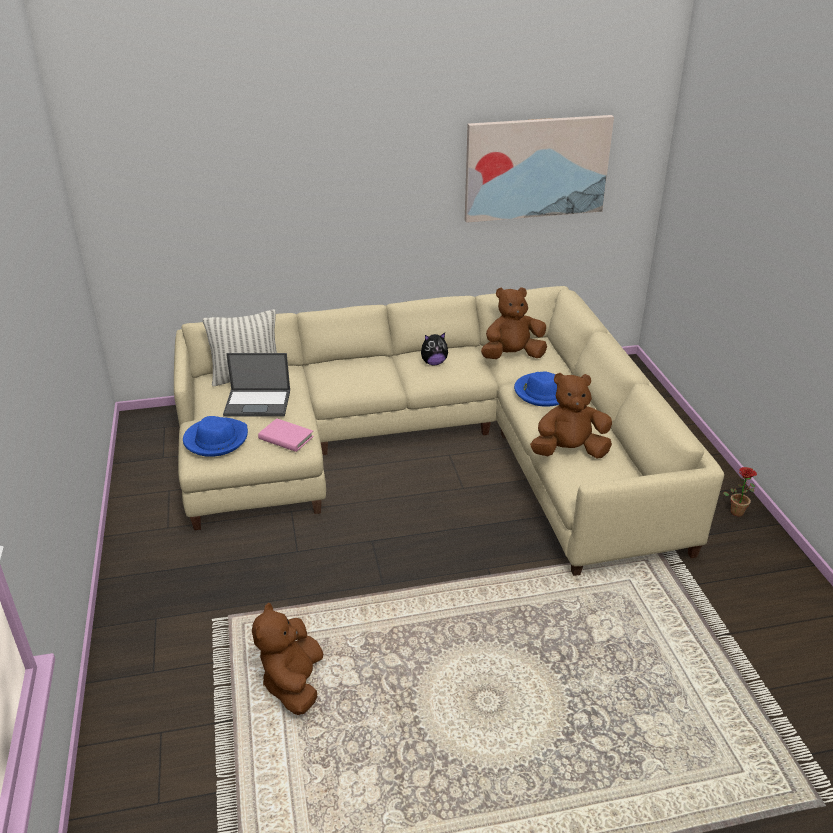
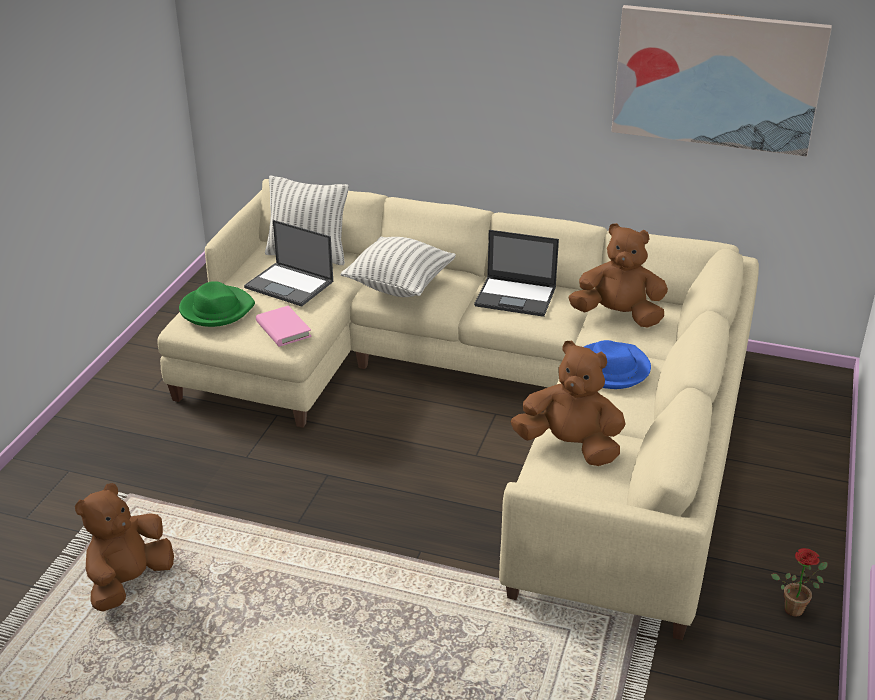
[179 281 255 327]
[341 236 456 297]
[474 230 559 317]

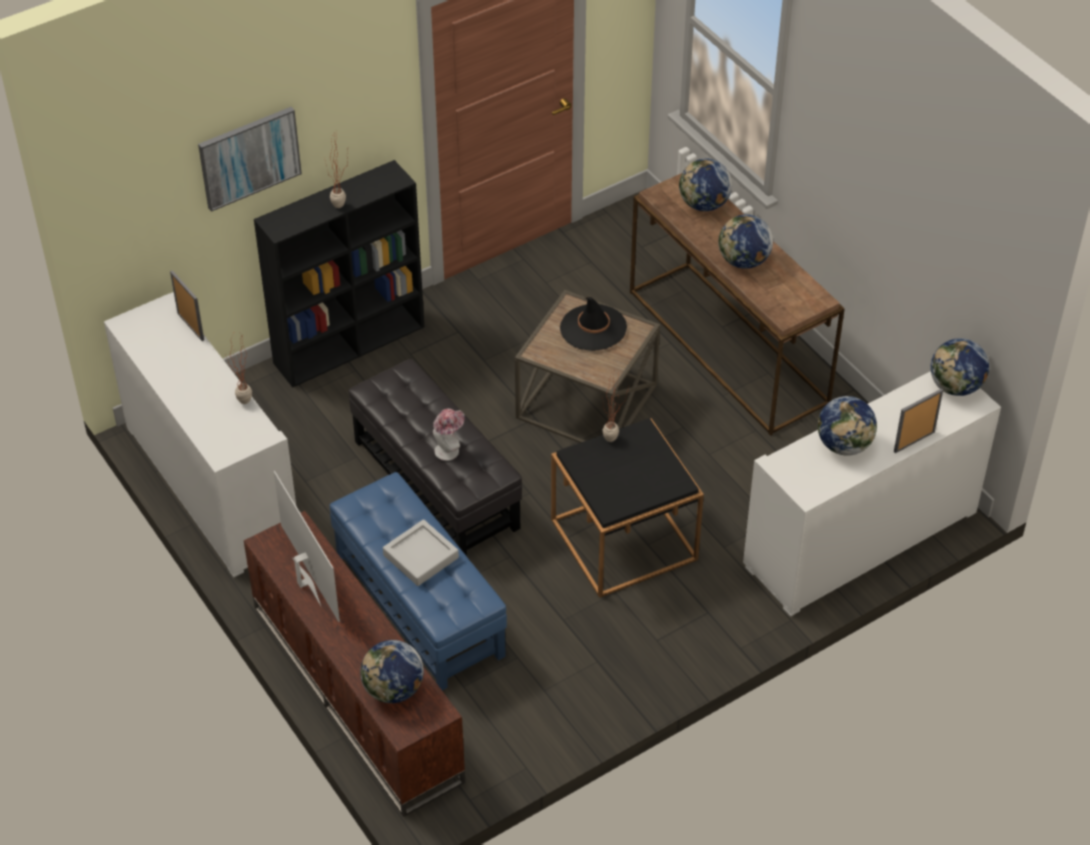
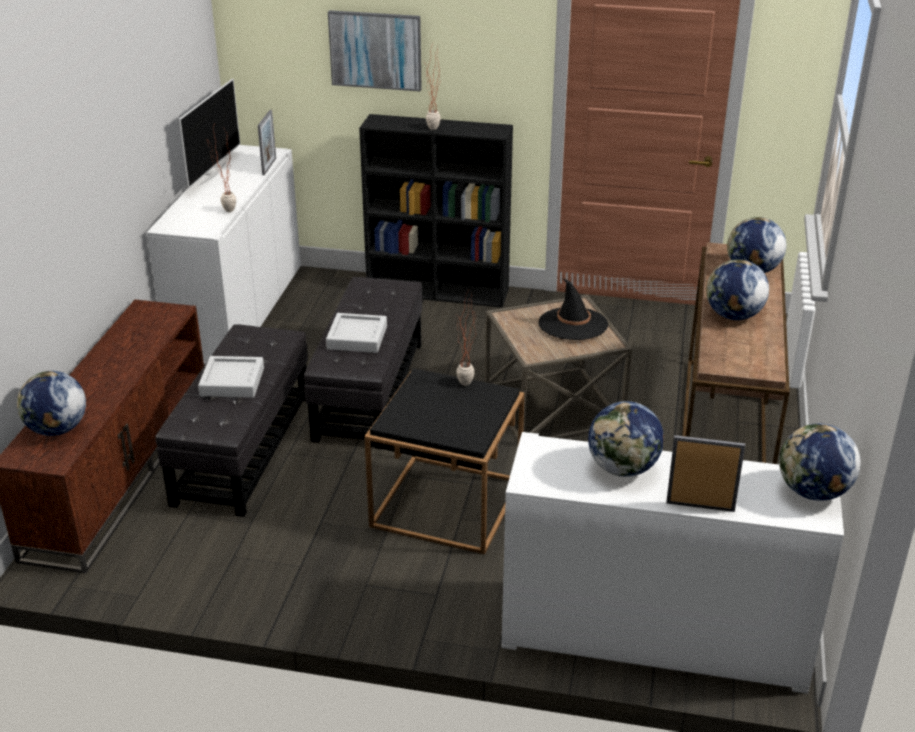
[155 324 308 517]
[179 78 240 188]
[326 313 387 353]

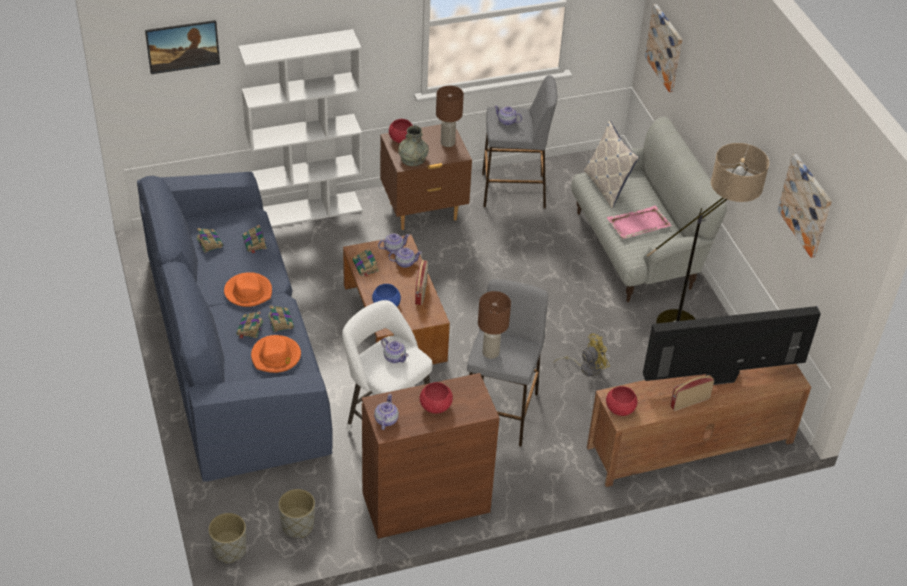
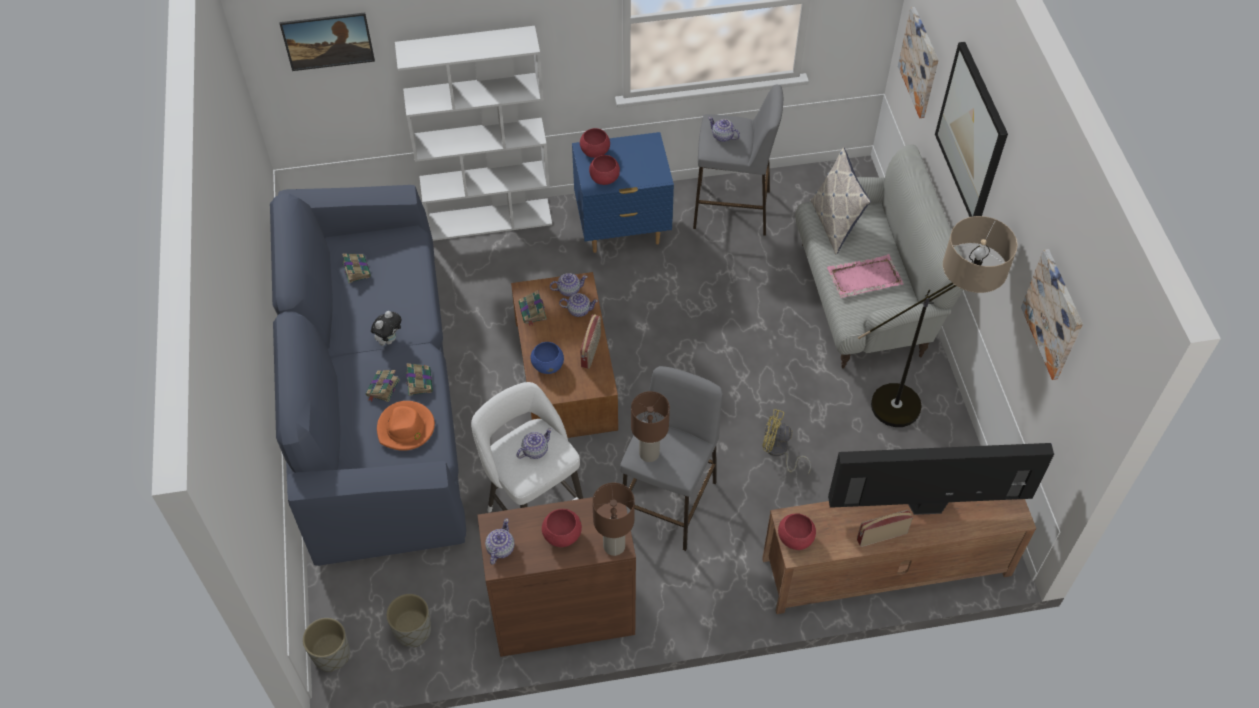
[371 311 402 346]
[517 428 552 459]
[572 132 674 253]
[589 155 620 185]
[592 483 635 556]
[762 409 811 474]
[935 42 1008 217]
[243 225 267 254] (first image)

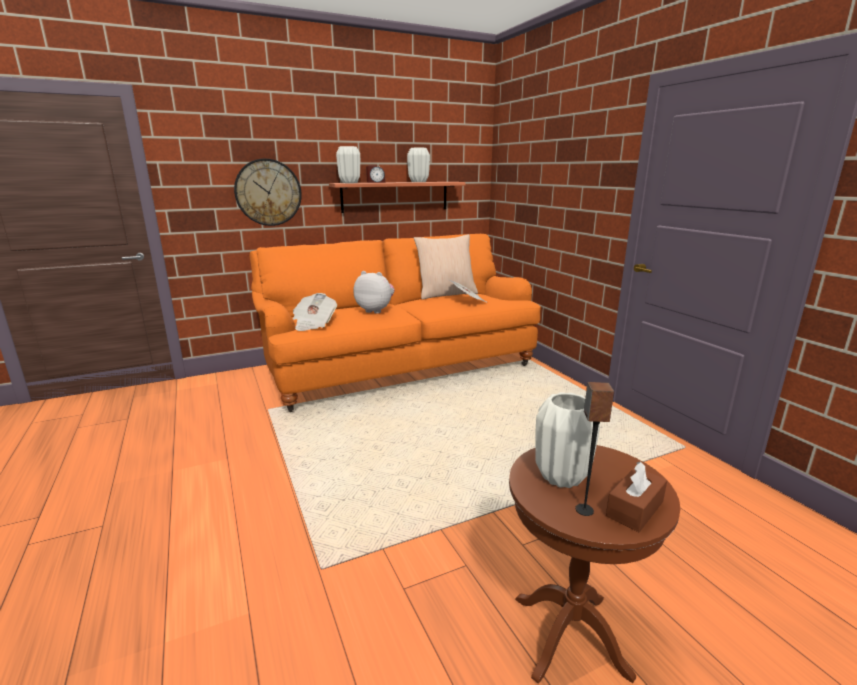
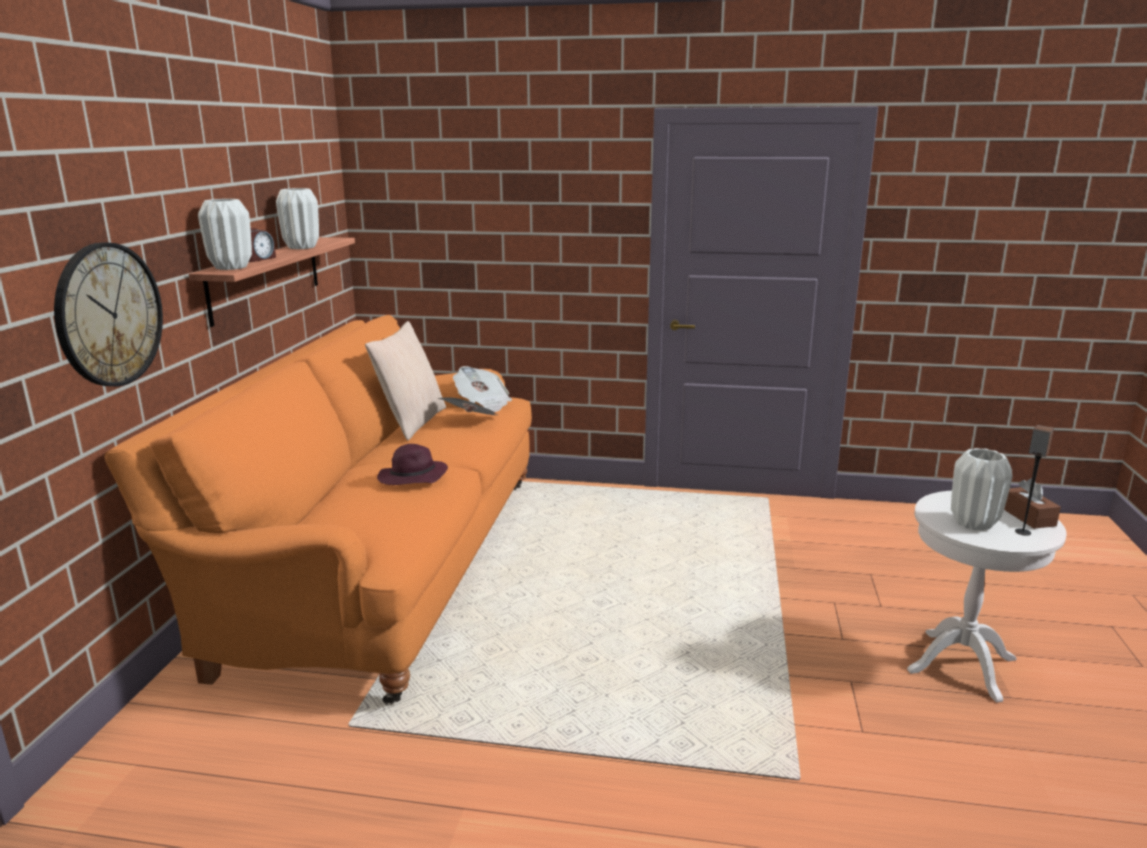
[377 444 448 485]
[453 366 512 412]
[907 491 1067 703]

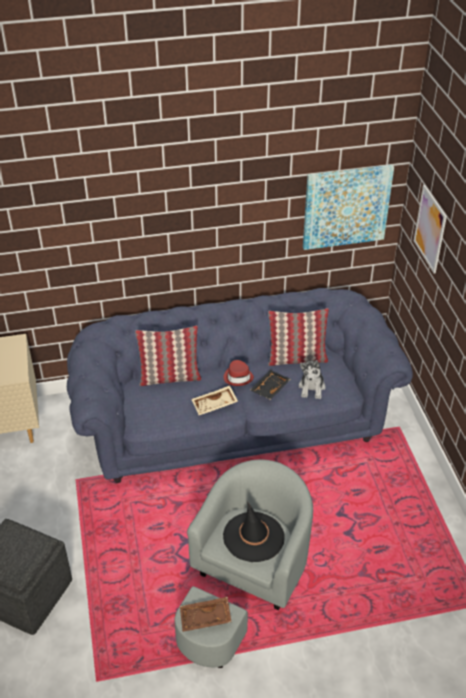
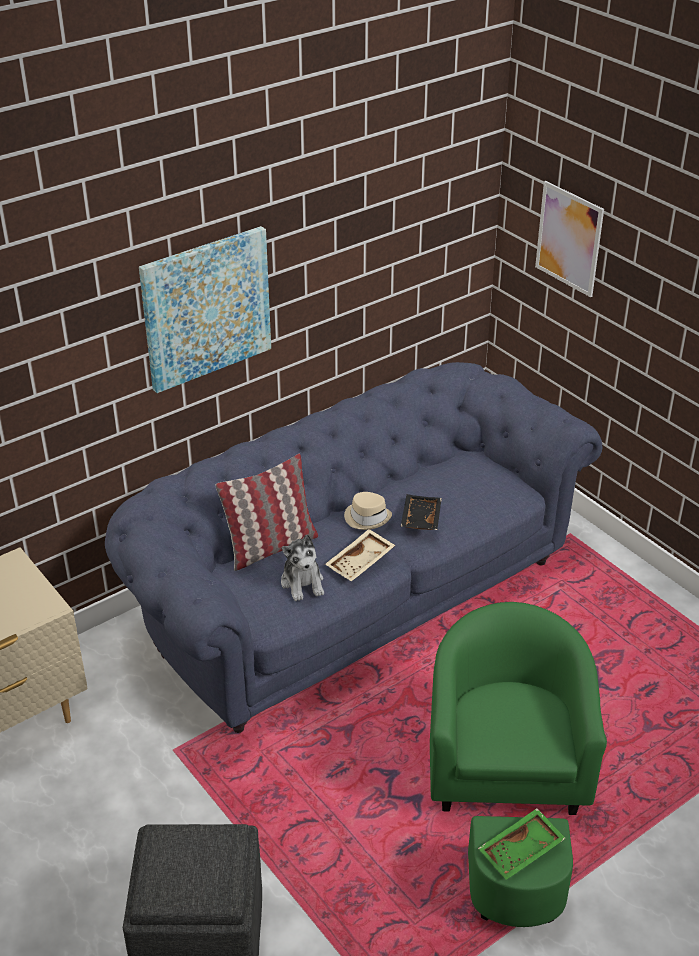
[139 226 271 393]
[281 534 324 601]
[344 492 392 530]
[430 602 607 927]
[478 808 566 880]
[223 501 284 562] (first image)
[268 308 329 366] (first image)

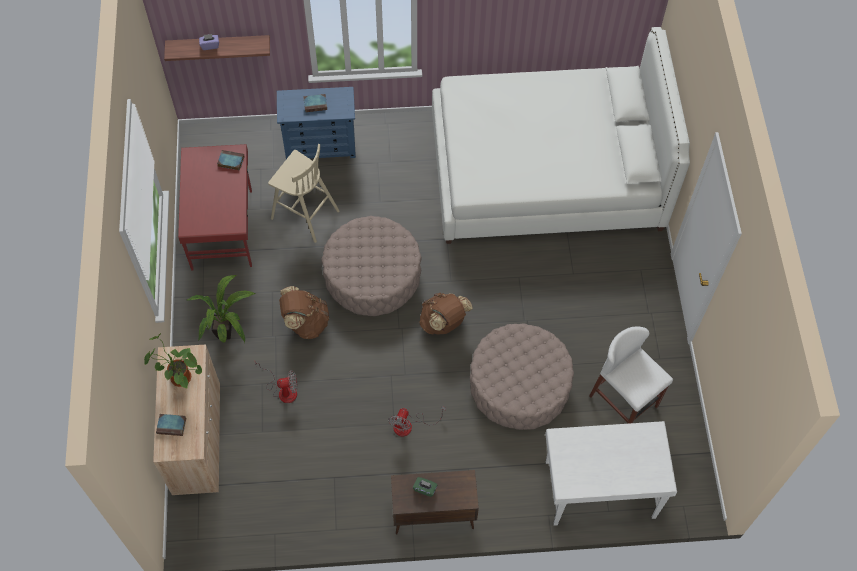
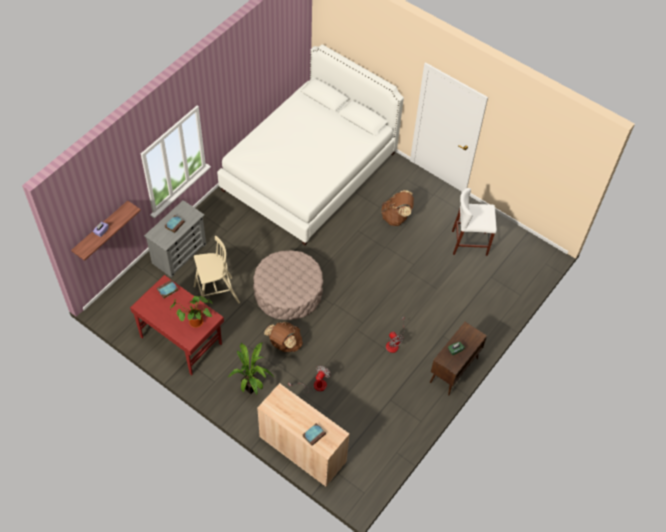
[144 200 206 278]
[170 296 213 328]
[382 190 414 226]
[470 324 574 430] (first image)
[545 421 677 526] (first image)

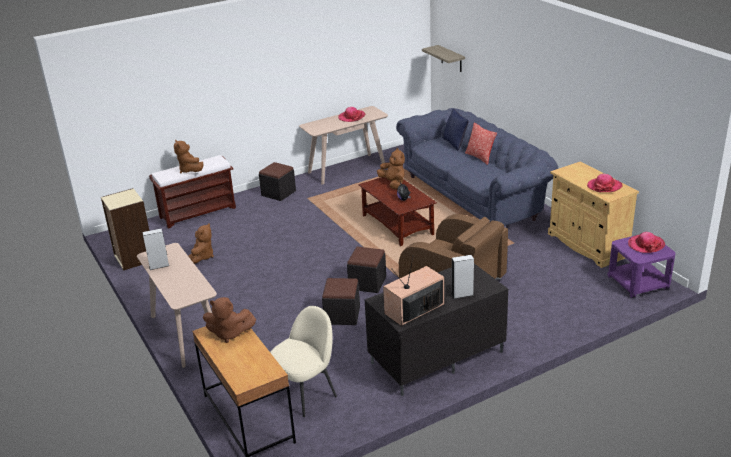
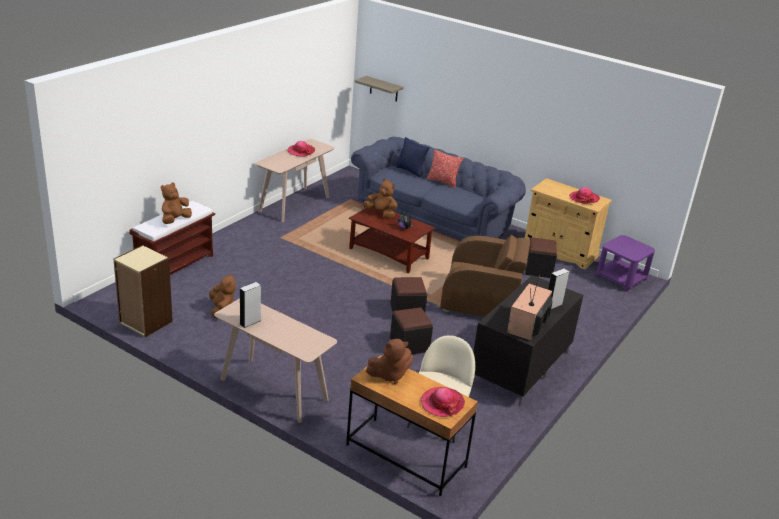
[161 183 192 224]
[421 387 465 417]
[525 237 557 278]

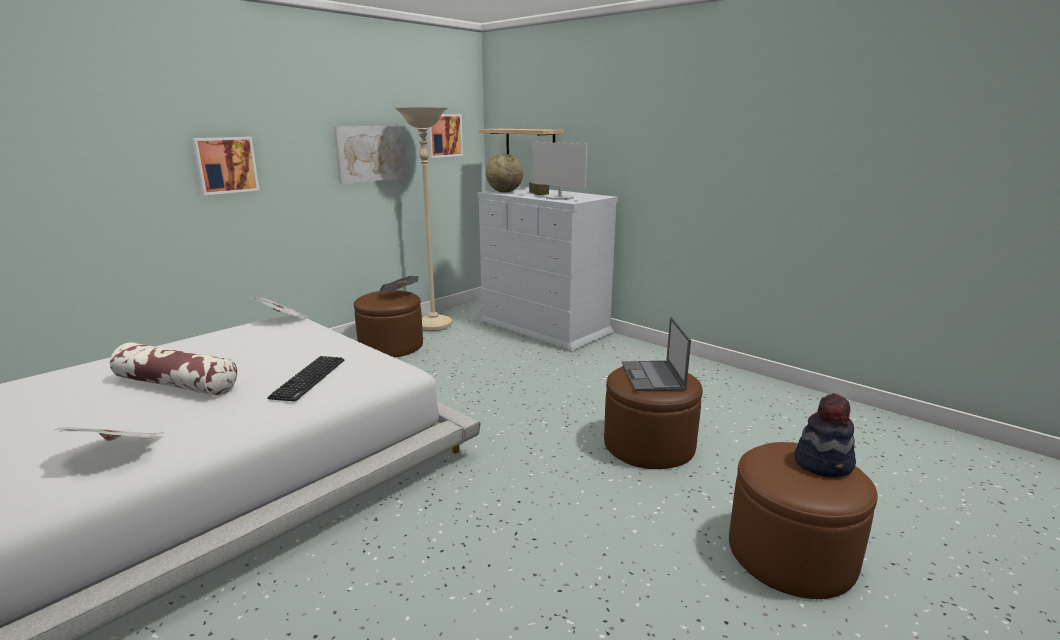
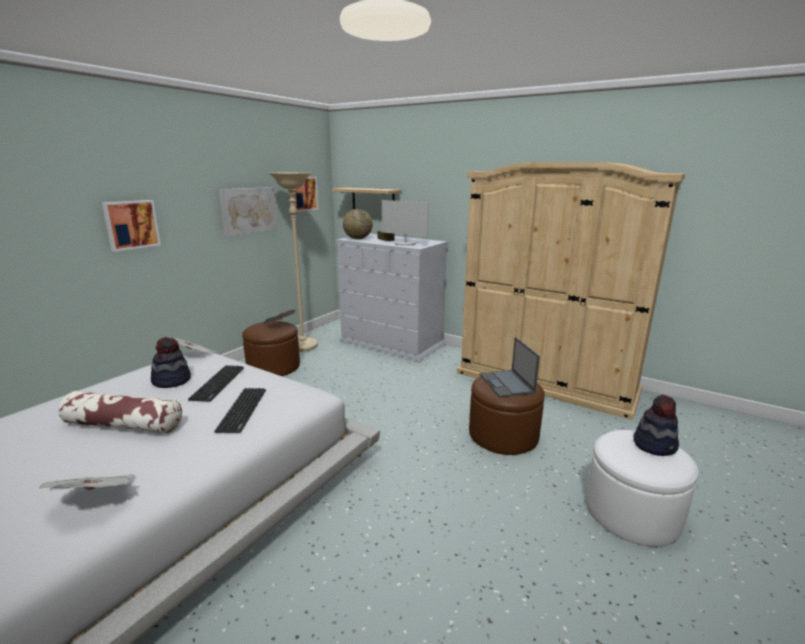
[151 337 191 388]
[188 365 244 402]
[457 162 685 420]
[586 430 698 547]

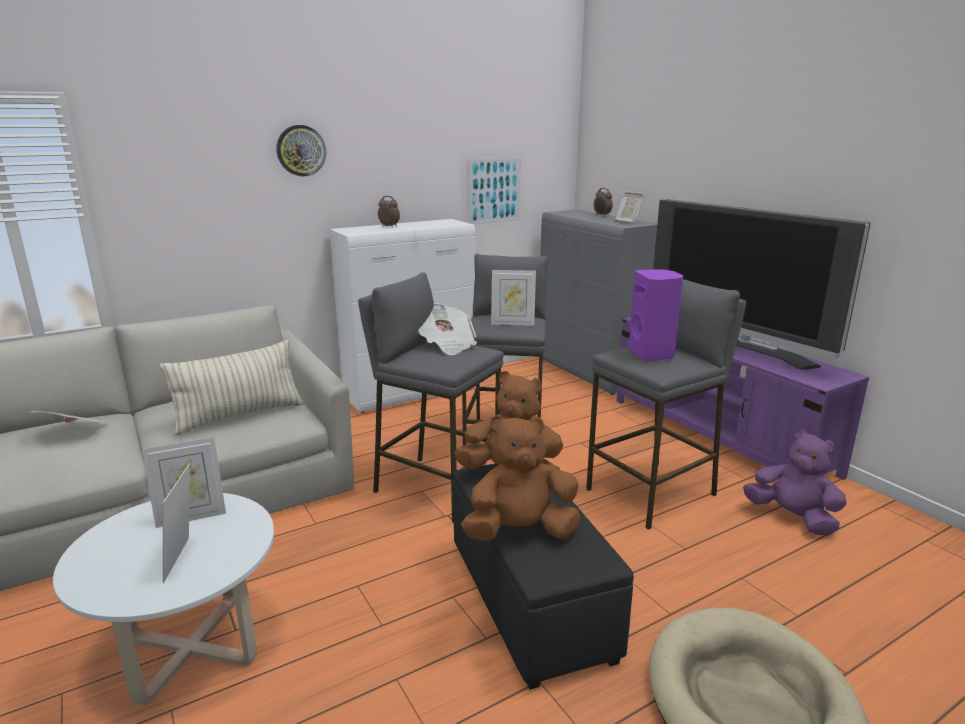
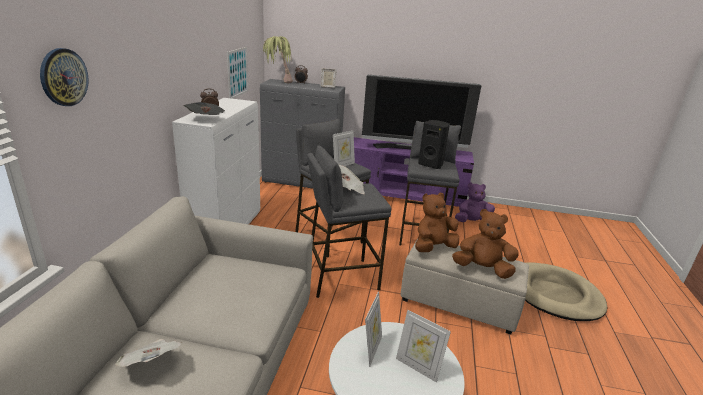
[40 48 89 106]
[183 102 225 115]
[263 36 293 84]
[401 238 529 334]
[418 120 450 169]
[452 209 519 279]
[160 340 304 436] (first image)

